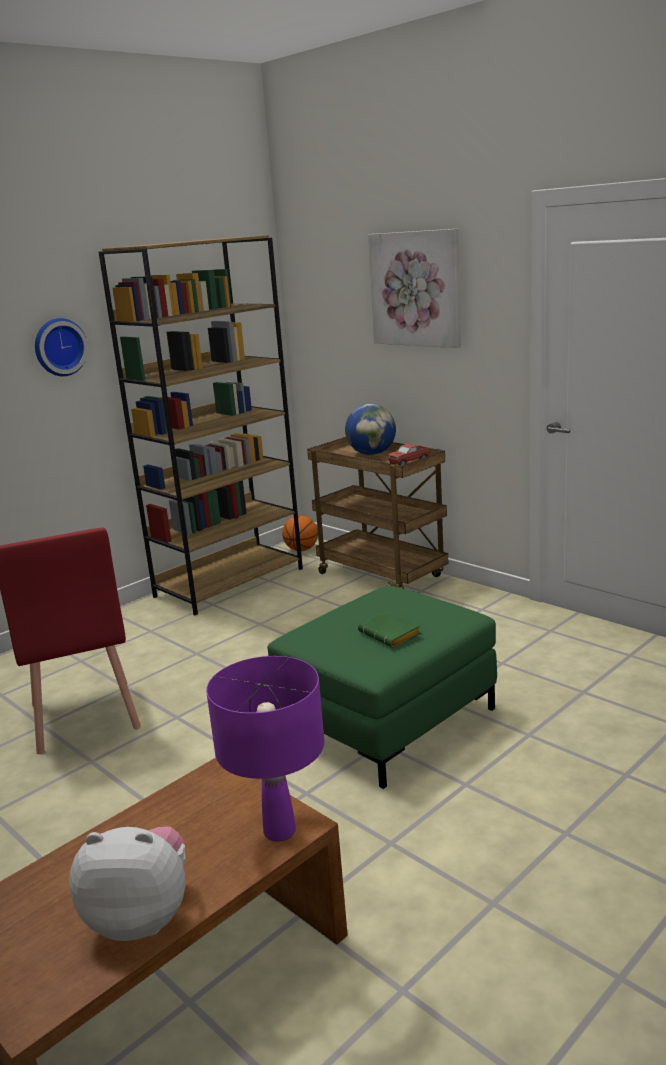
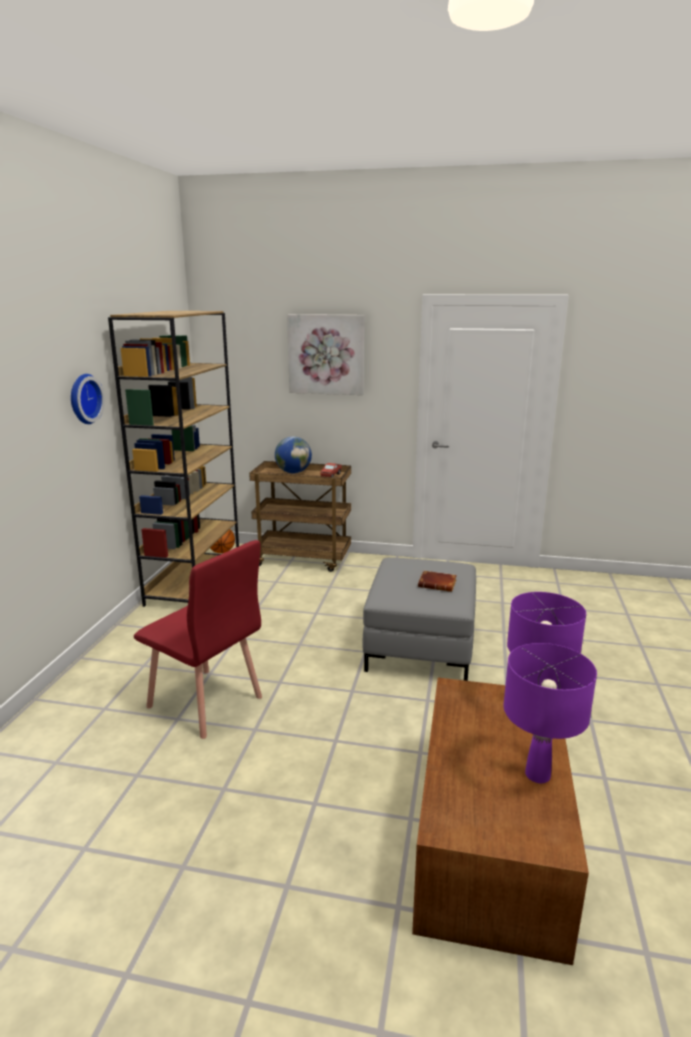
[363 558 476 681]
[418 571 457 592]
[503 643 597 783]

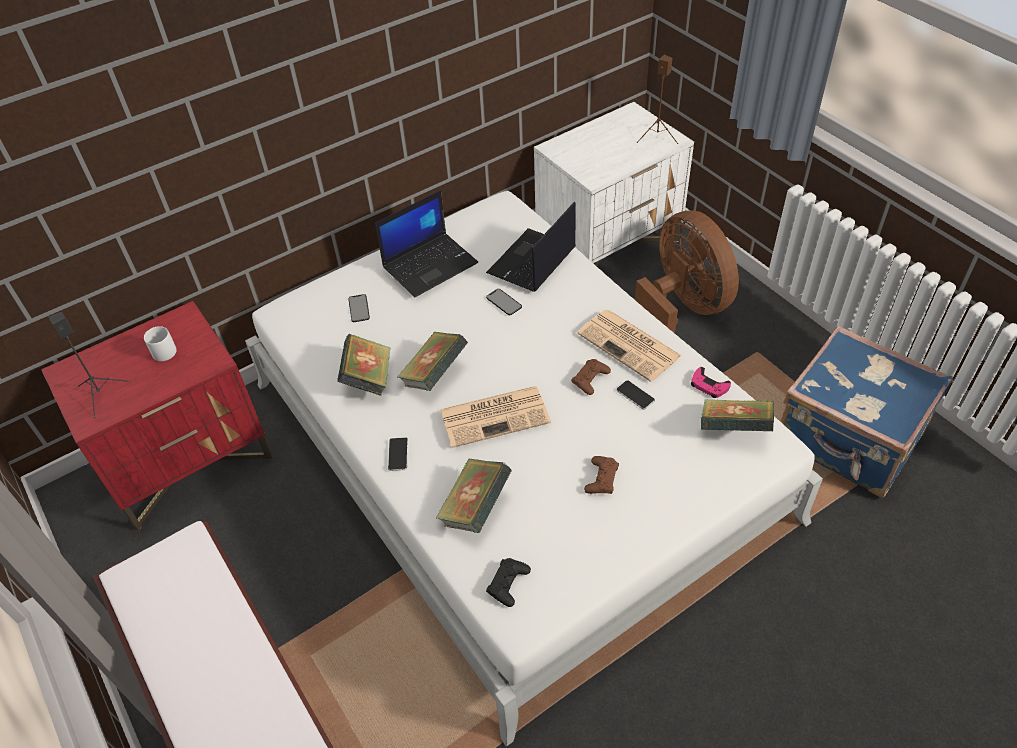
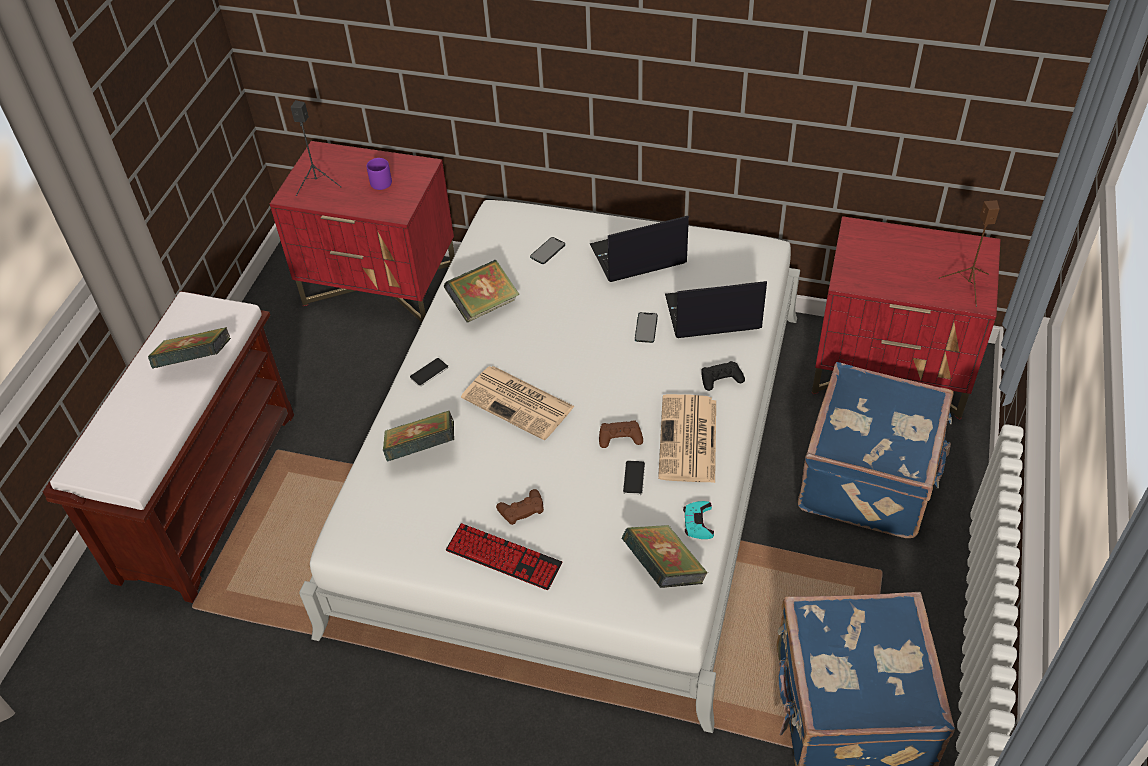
[148 327 231 369]
[367 158 392 190]
[446 523 563 590]
[590 216 689 282]
[683 501 714 539]
[701 361 745 391]
[798 362 954 538]
[812 216 1001 420]

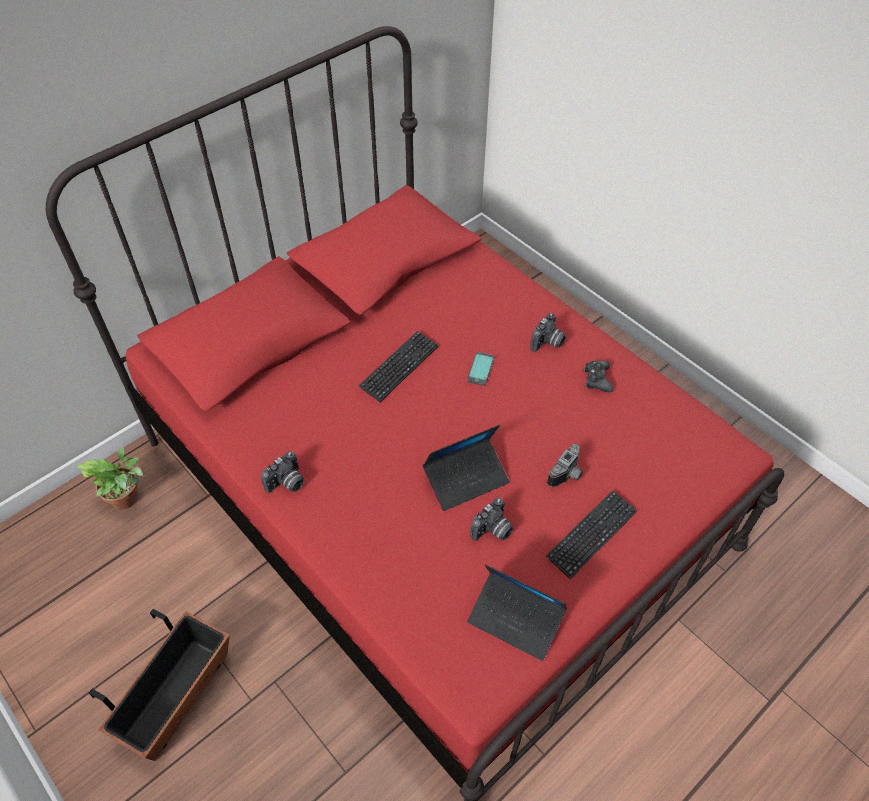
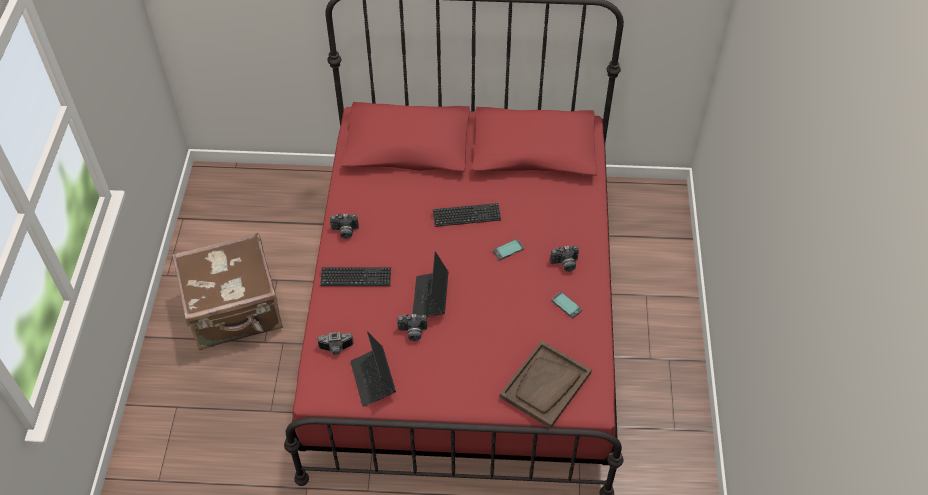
[172 232 283 350]
[317 332 354 355]
[320 267 391 286]
[412 251 448 317]
[500 341 592 429]
[551 292 582 318]
[75 447 143 509] (first image)

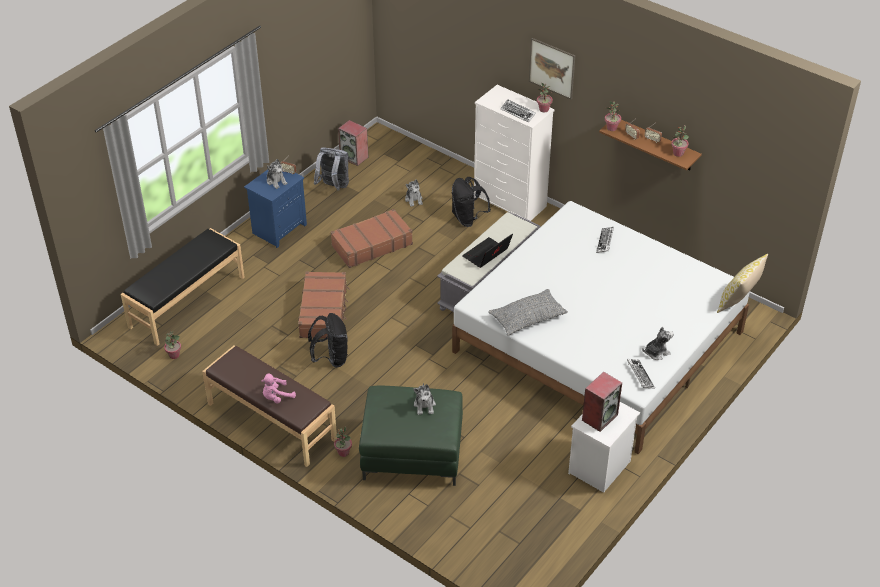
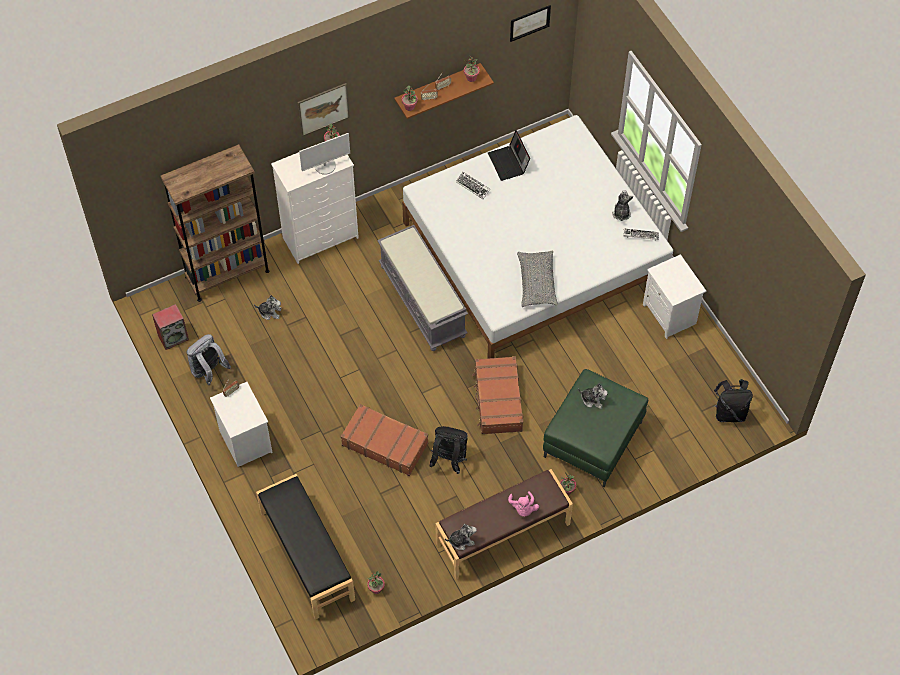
[160 144 270 302]
[210 382 273 467]
[299 133 350 175]
[445 524 477 550]
[472 356 523 434]
[488 130 530 181]
[510 5 551 42]
[713 379 753 422]
[582 372 622 432] (first image)
[717 254 768 313] (first image)

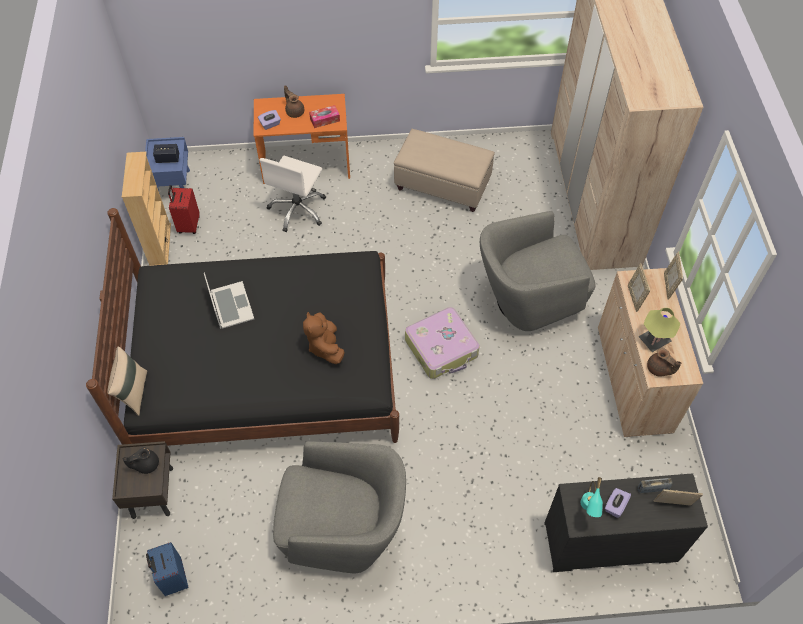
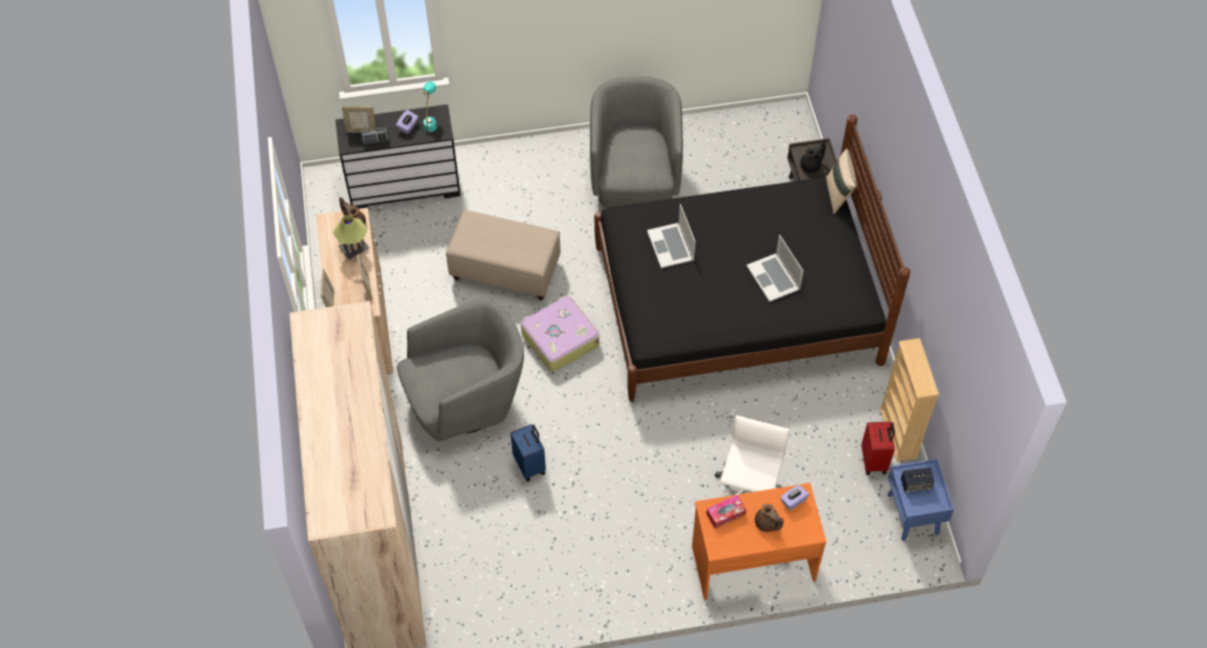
[445 210 560 300]
[510 424 546 481]
[590 76 683 208]
[647 204 696 268]

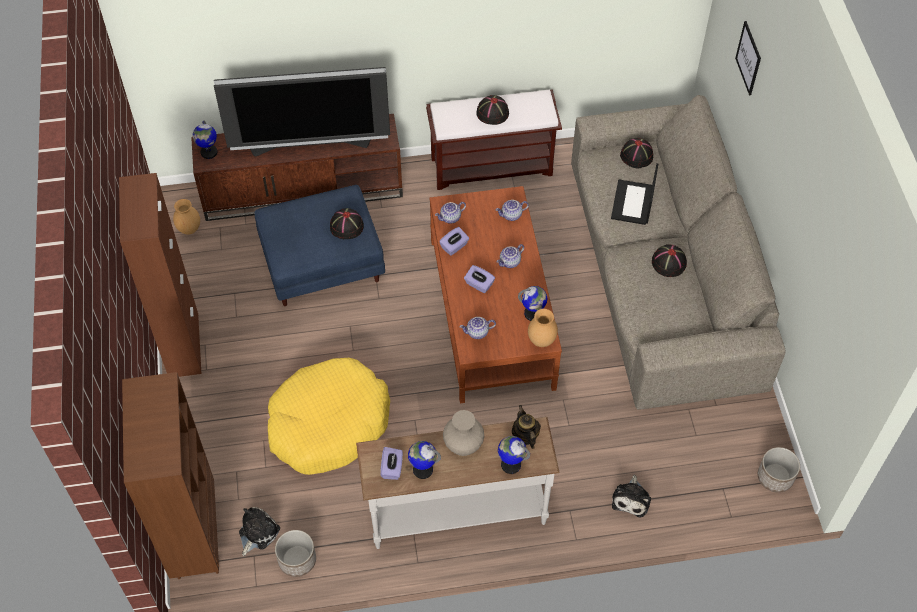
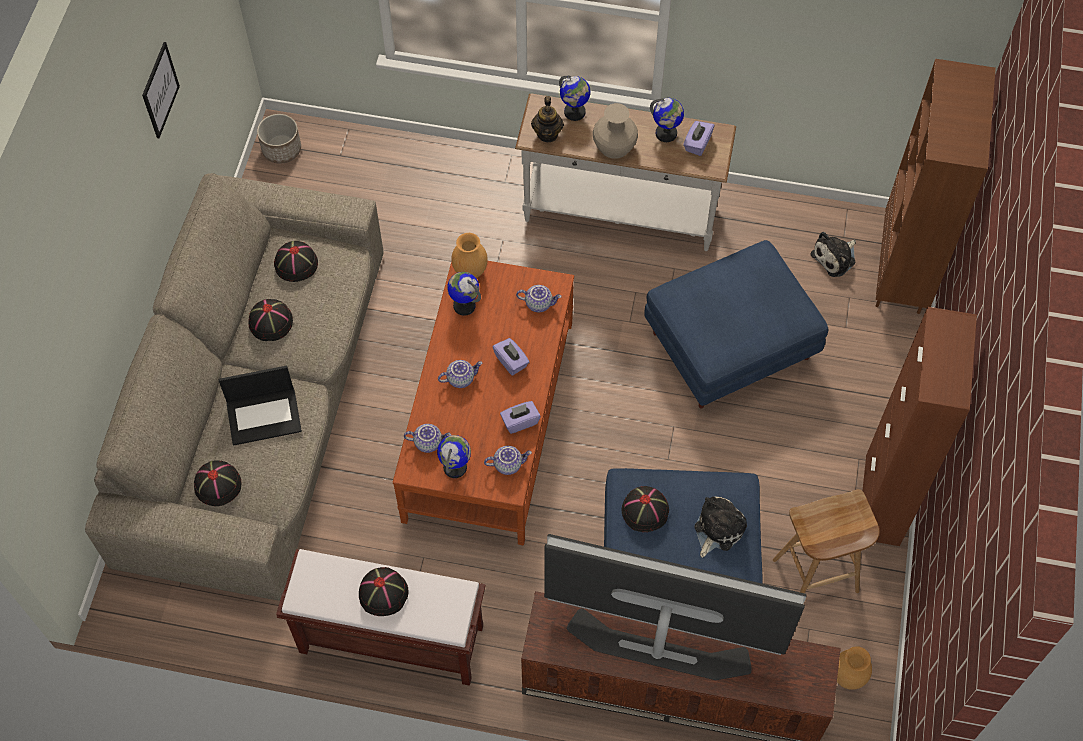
[142 42 180 138]
[219 366 302 446]
[274 241 318 282]
[437 435 471 478]
[644 240 829 409]
[695 496 747 558]
[773 489 879 593]
[275 530 316 577] (first image)

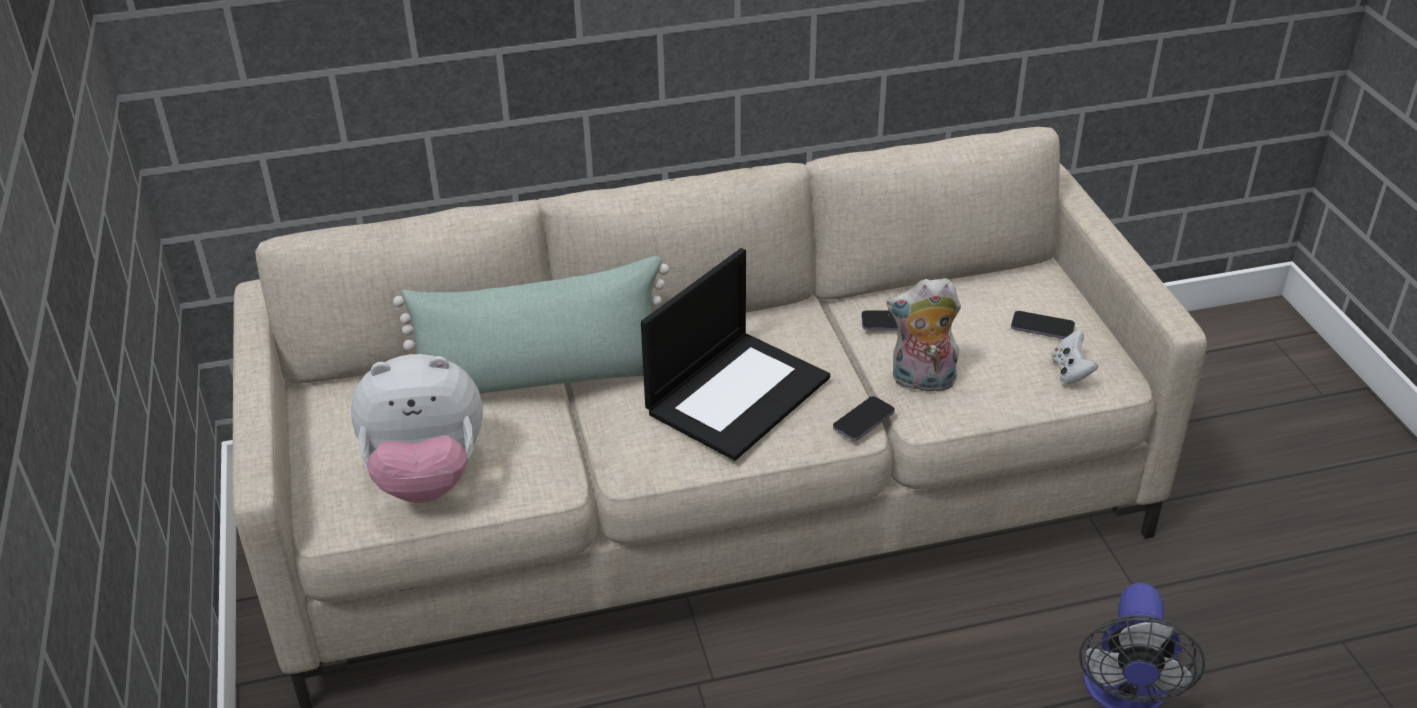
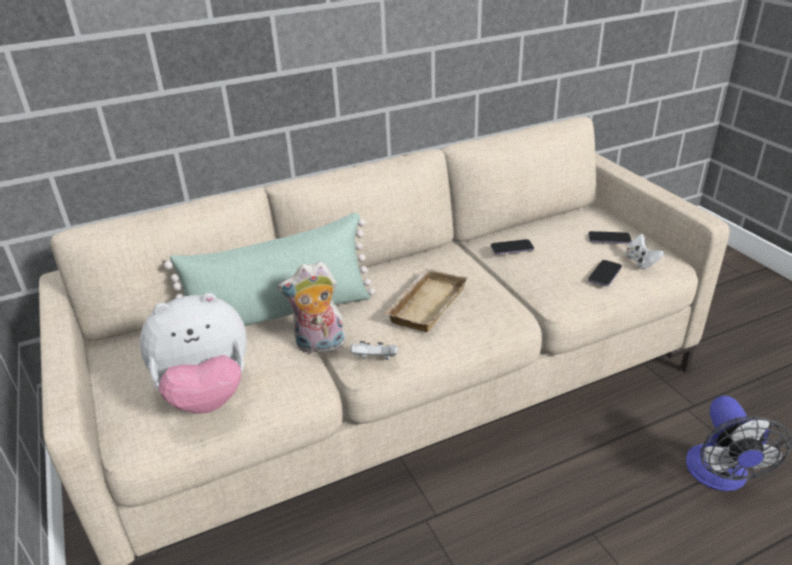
[278 262 346 355]
[350 341 398 360]
[383 268 468 332]
[588 260 622 286]

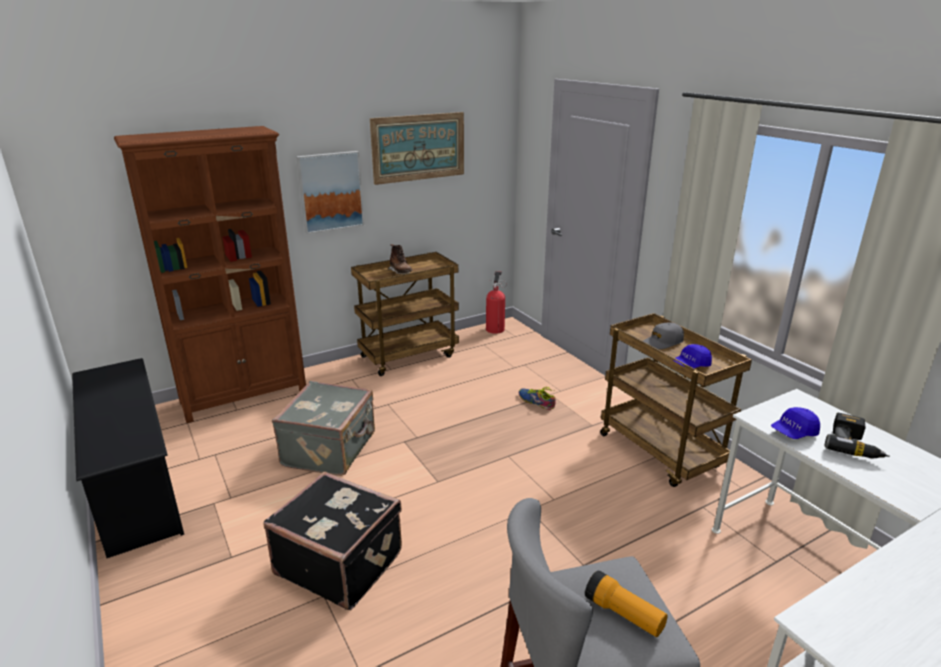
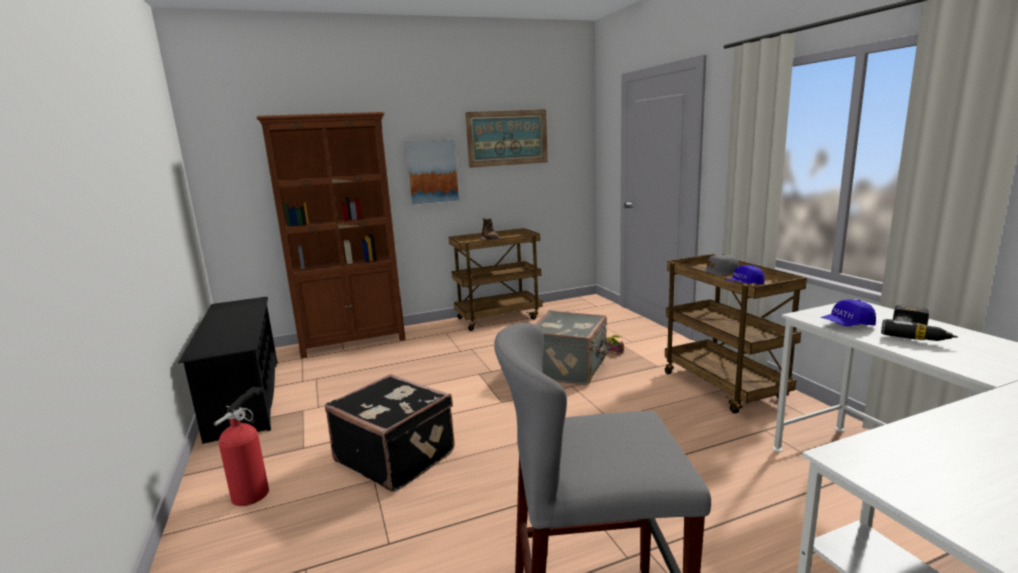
[214 387 269 506]
[534 310 609 385]
[585 570 668 637] (first image)

